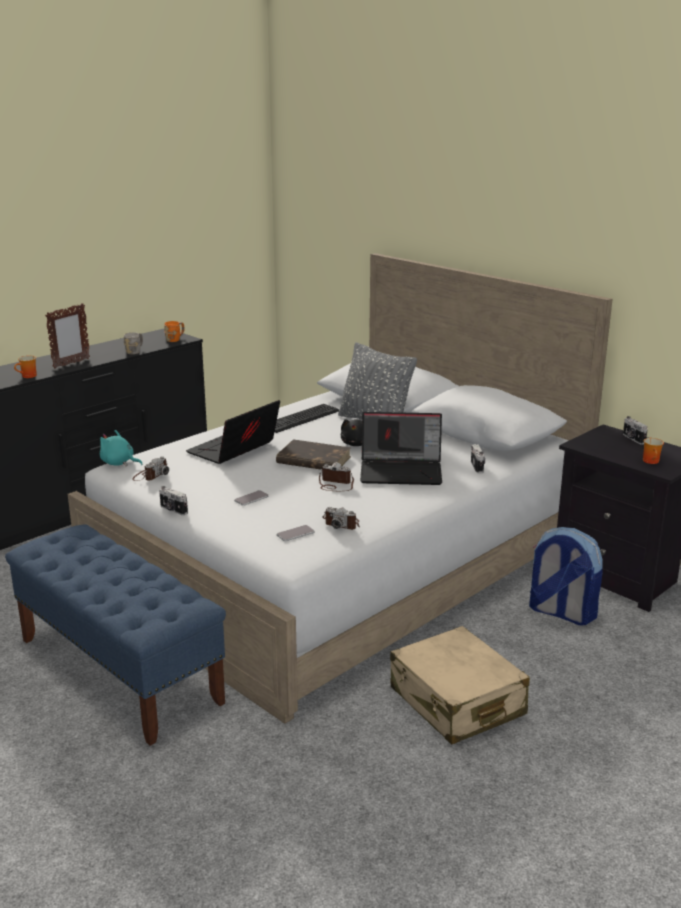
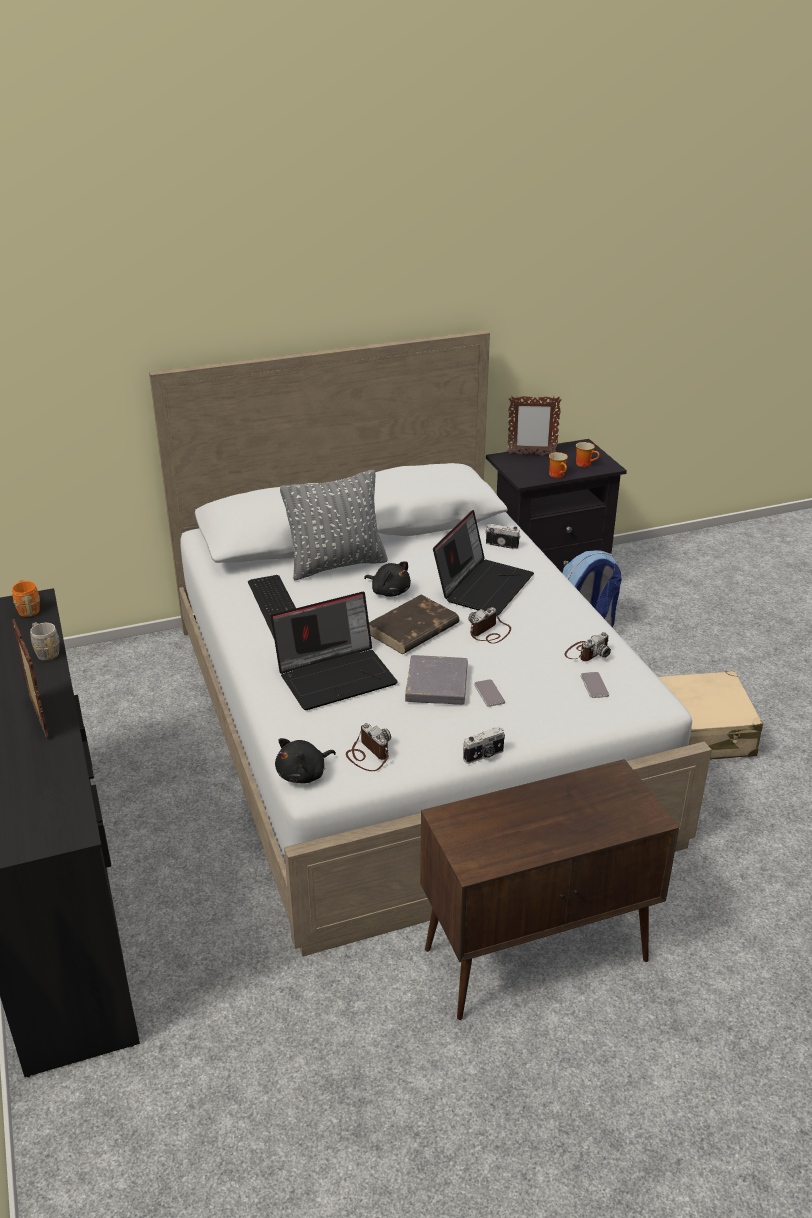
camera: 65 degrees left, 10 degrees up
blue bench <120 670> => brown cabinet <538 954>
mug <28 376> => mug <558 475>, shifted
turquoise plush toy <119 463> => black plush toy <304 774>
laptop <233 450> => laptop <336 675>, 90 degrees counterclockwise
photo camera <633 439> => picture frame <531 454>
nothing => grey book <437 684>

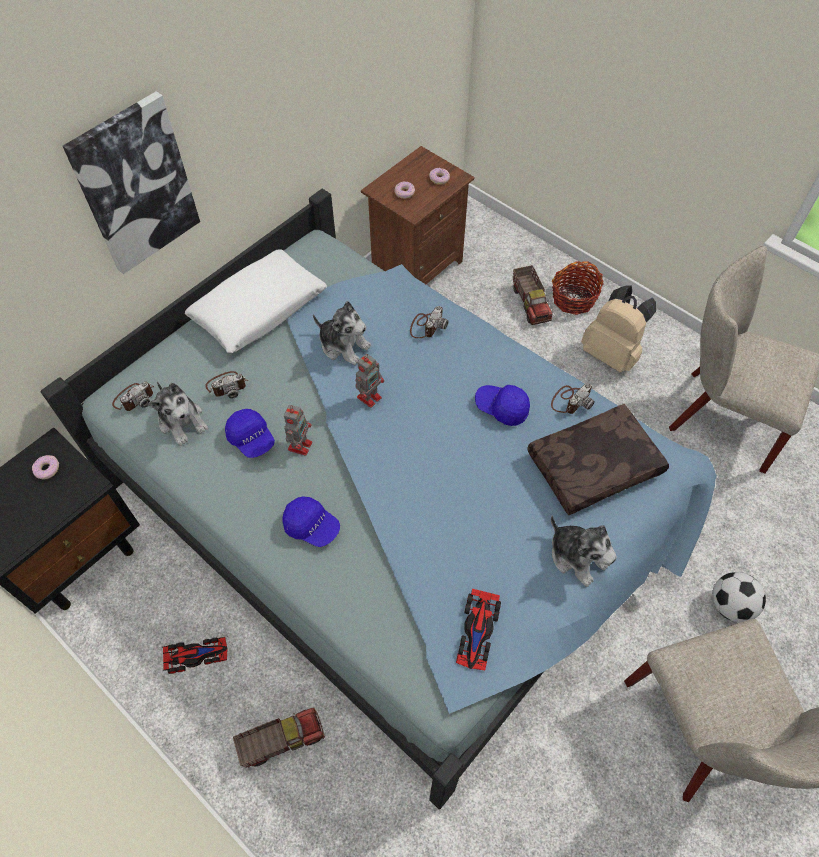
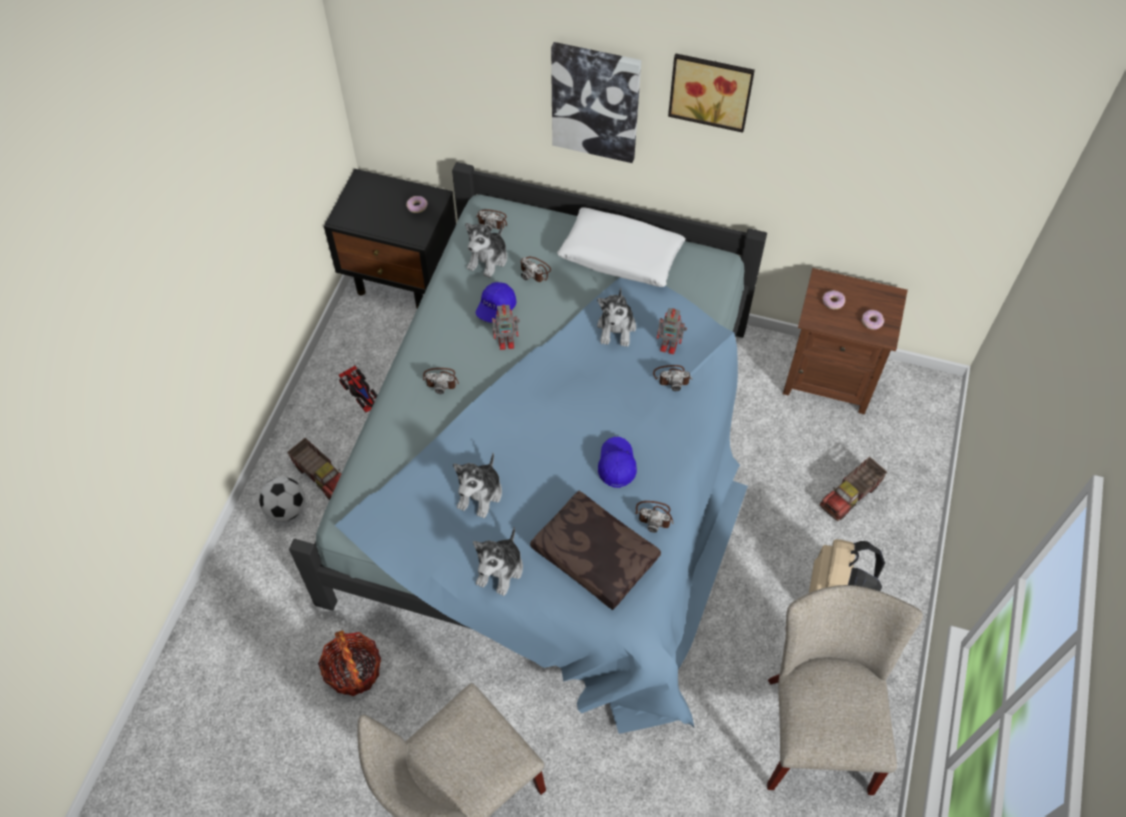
camera: 65 degrees right, 0 degrees up
blue cap <312 526> => photo camera <441 380>
toy robot <370 396> => toy robot <670 346>, shifted
toy car <477 631> => nothing
basket <573 299> => basket <353 670>, shifted
football <730 605> => football <286 509>, shifted
nothing => plush toy <480 494>
nothing => picture <711 89>

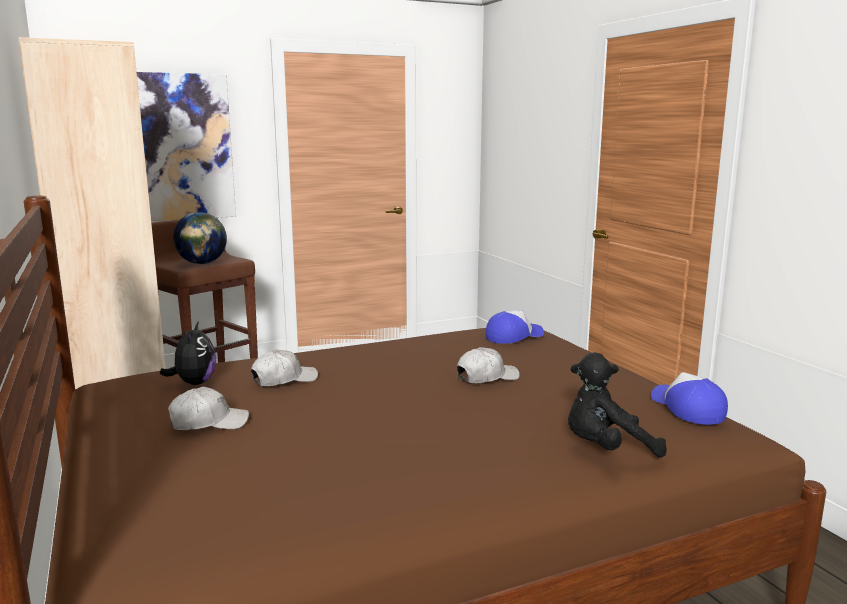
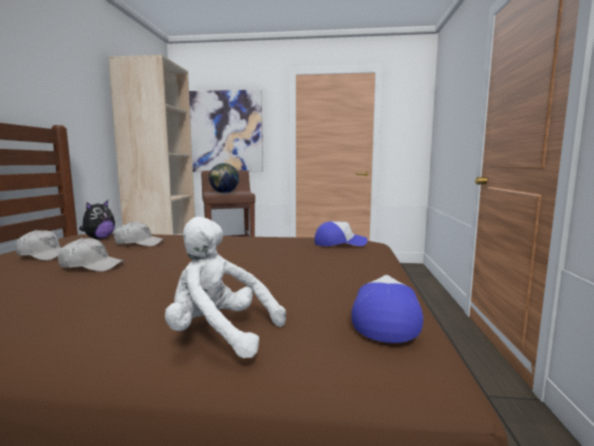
camera: 30 degrees right, 5 degrees down
white cap <486 377> => white cap <91 266>, shifted
black plush toy <606 449> => white plush toy <220 334>

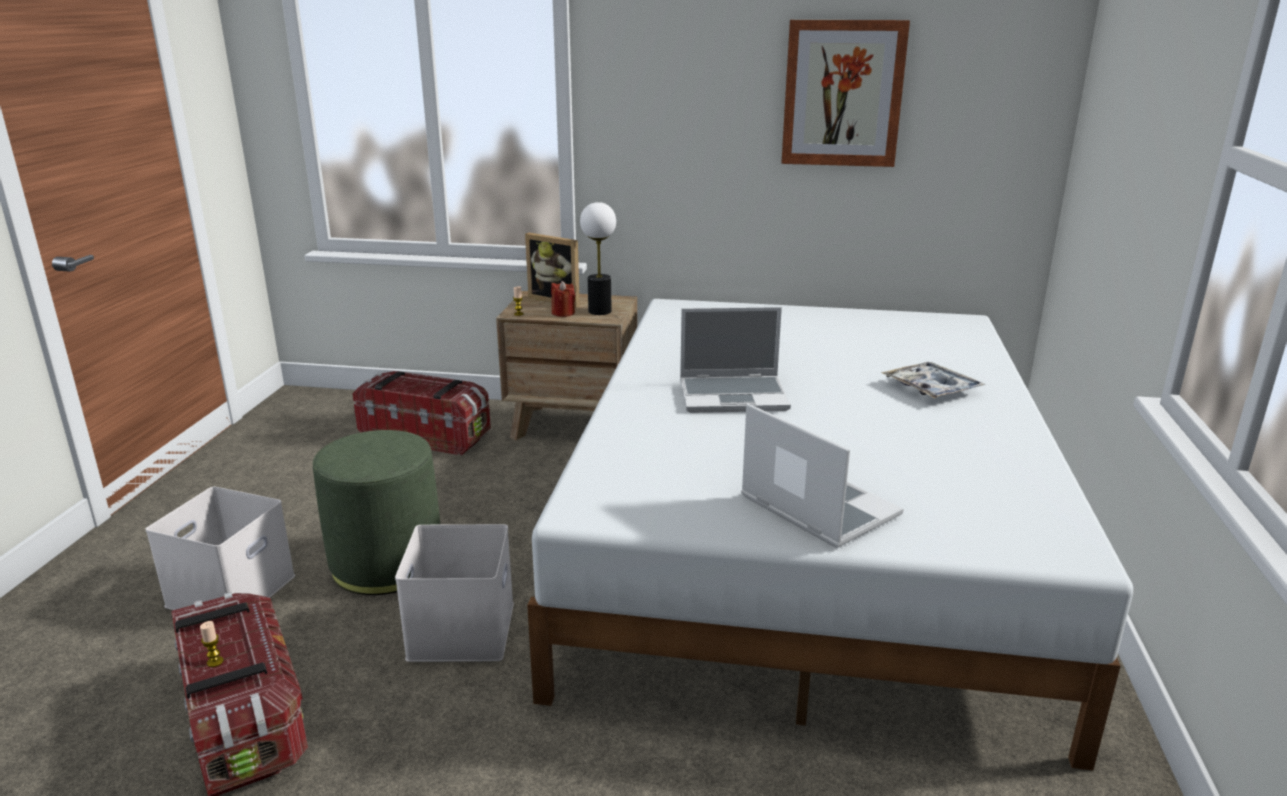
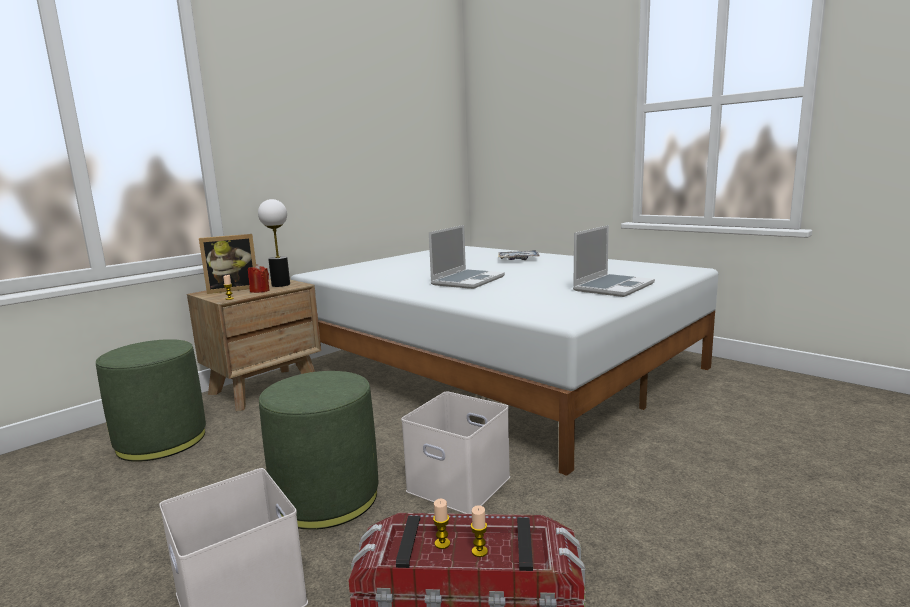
camera: 55 degrees left, 10 degrees down
storage box <426 436> => green ottoman <161 441>
laptop <816 507> => laptop <613 287>, 135 degrees clockwise
picture <842 94> => nothing
nothing => candle <442 543>

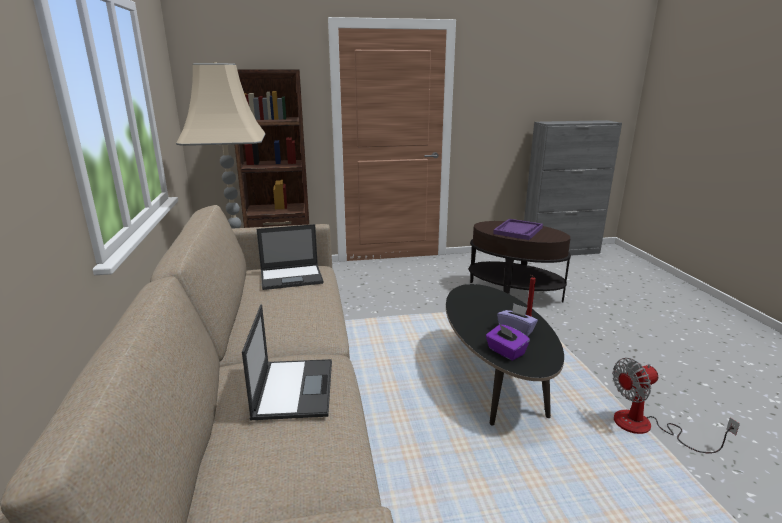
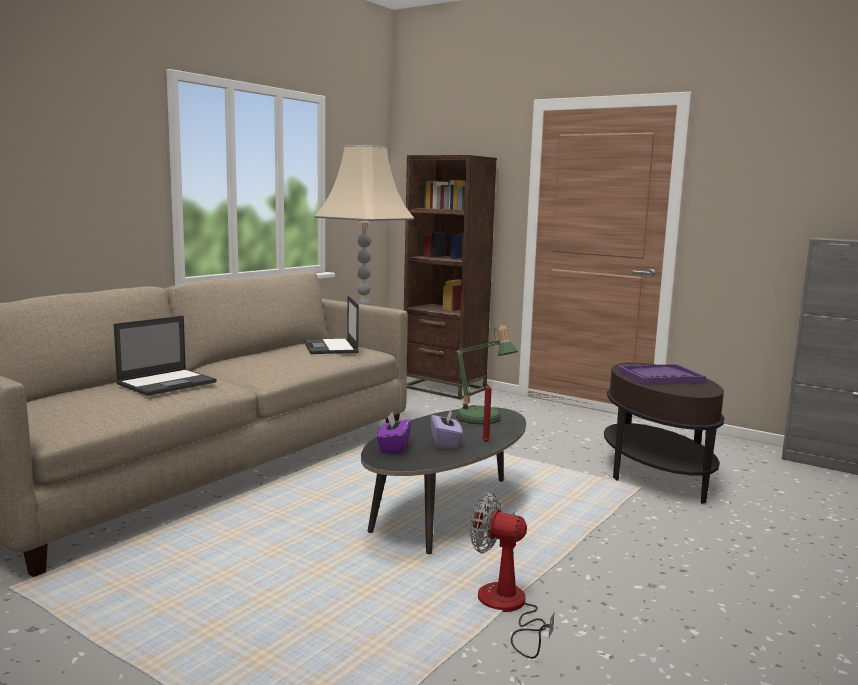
camera: 45 degrees right, 10 degrees down
laptop <292 277> => laptop <331 347>, 45 degrees clockwise
nothing => table lamp <482 420>

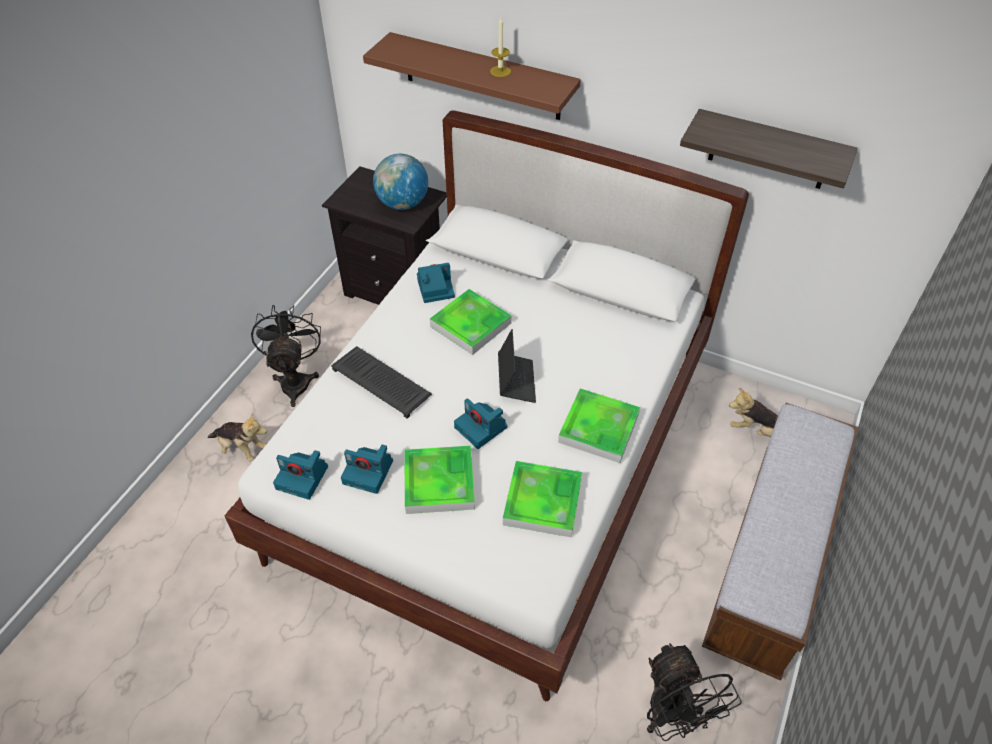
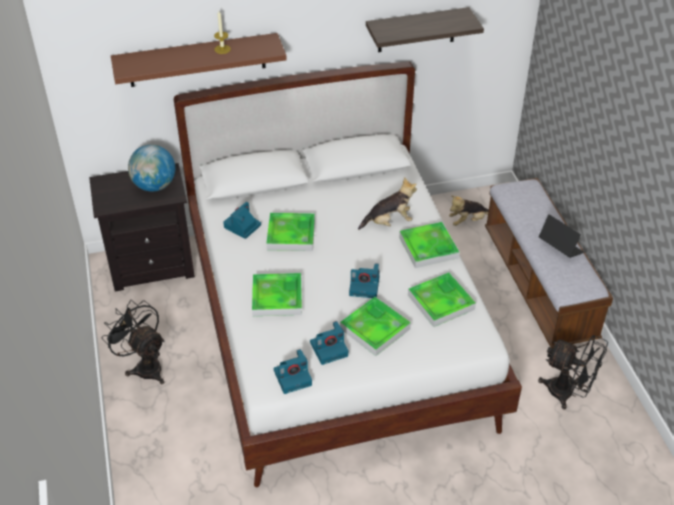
camera: 40 degrees left, 5 degrees down
plush toy <241 448> => plush toy <389 222>, shifted
keyboard <382 382> => tray <277 297>
laptop <516 381> => laptop <560 248>, shifted

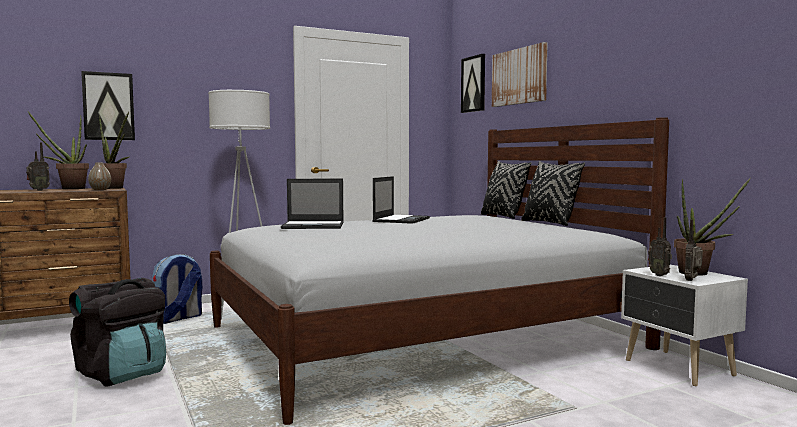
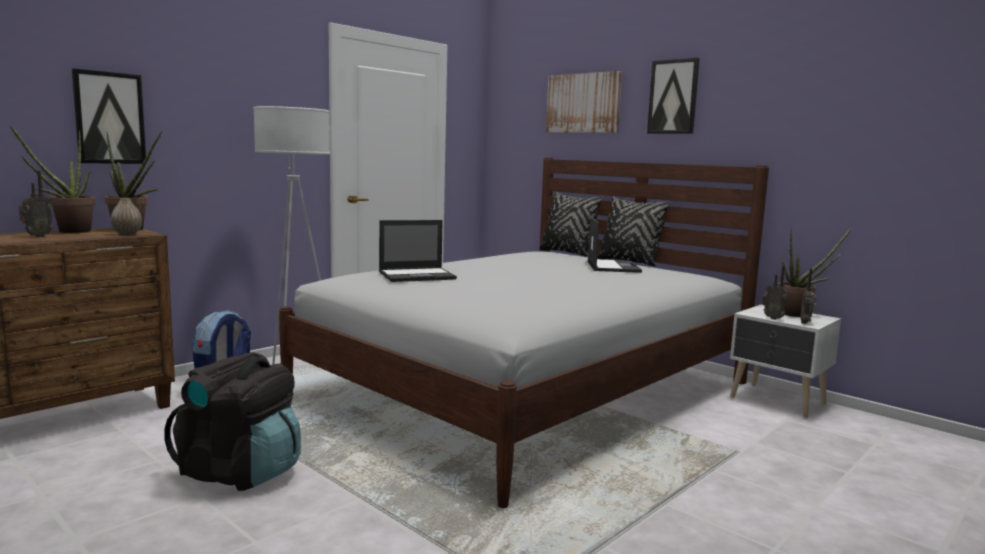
camera: 20 degrees left, 5 degrees up
laptop <401 220> => laptop <612 266>, shifted
picture <474 84> => picture <673 97>, shifted

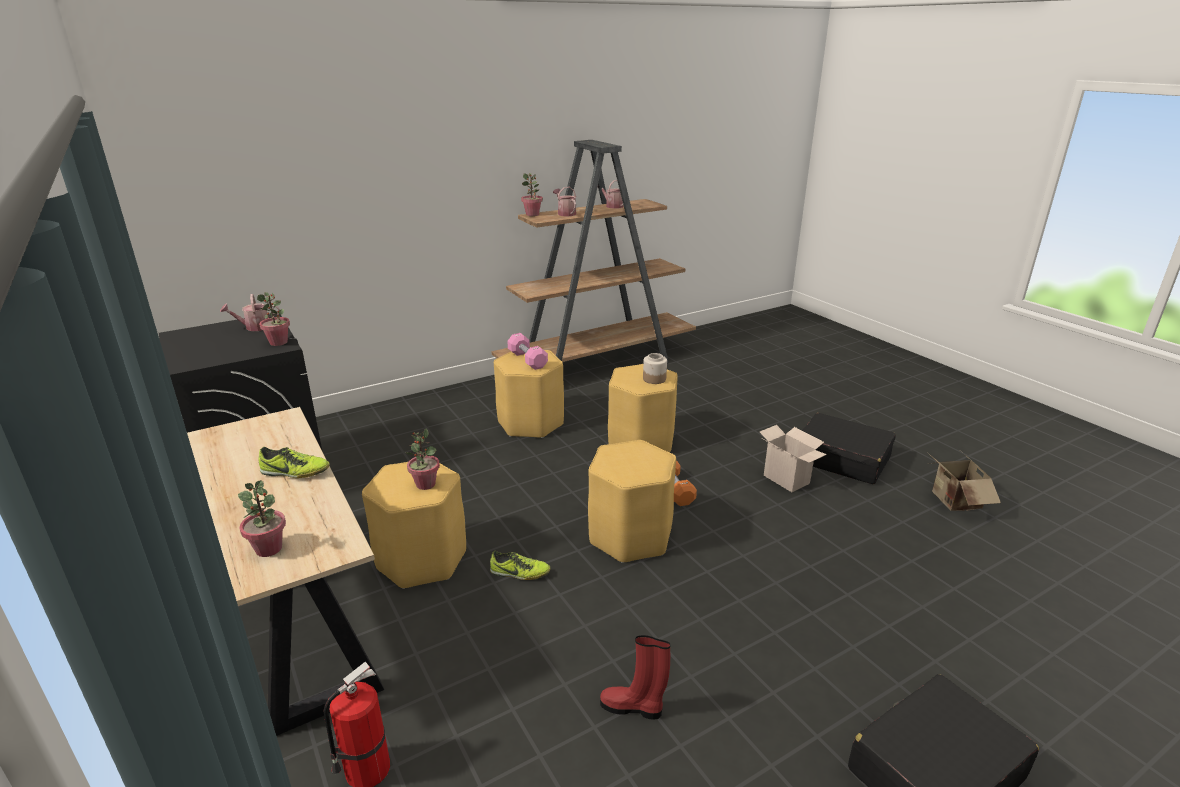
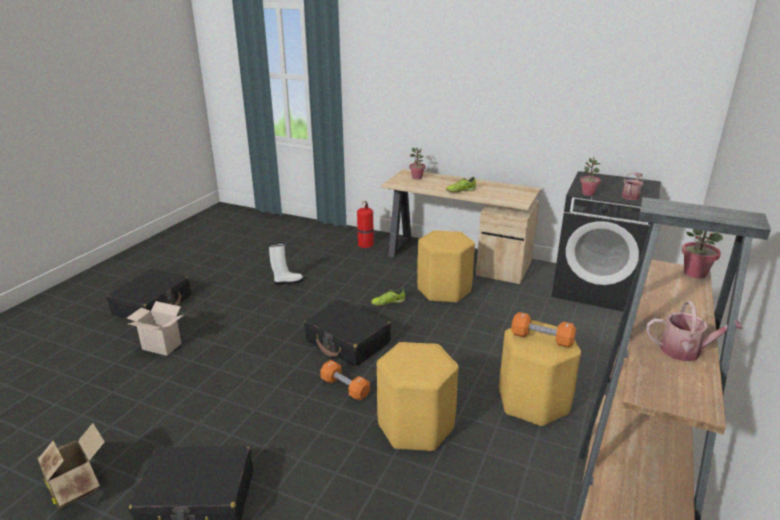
camera: 145 degrees right, 0 degrees up
potted plant <425 484> => nothing
pink dumbbell <527 360> => orange dumbbell <541 339>
watering can <565 213> => nothing
yellow stool <630 536> => black suitcase <348 342>
red boot <633 707> => white boot <288 282>
jar <654 379> => nothing
cardboard box <788 479> => cardboard box <160 347>, shifted

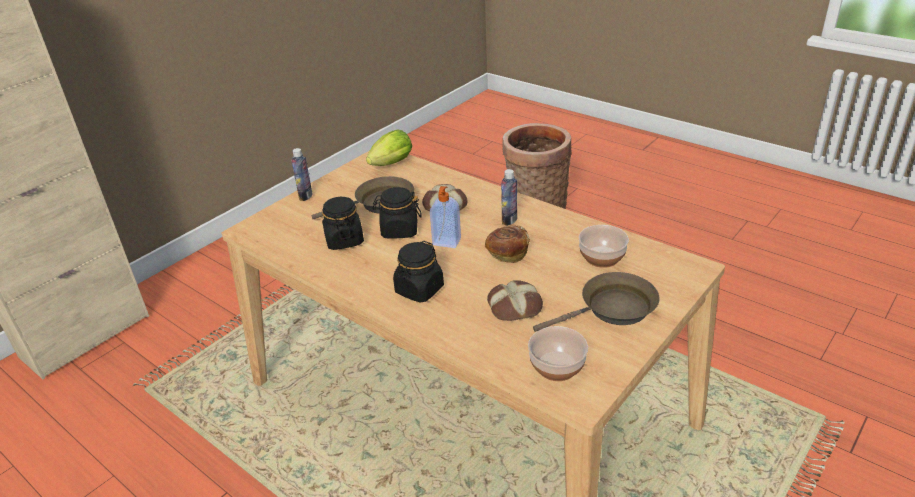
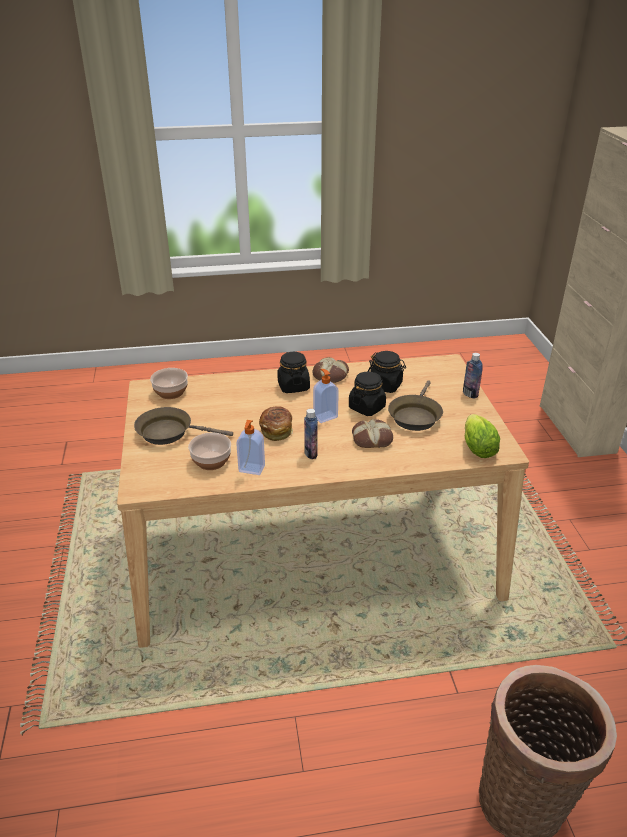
camera: 130 degrees right, 0 degrees up
bread <514 306> => bread <331 375>, shifted
brown frying pan <612 309> => brown frying pan <169 432>, 75 degrees clockwise
nothing => soap dispenser <251 469>

